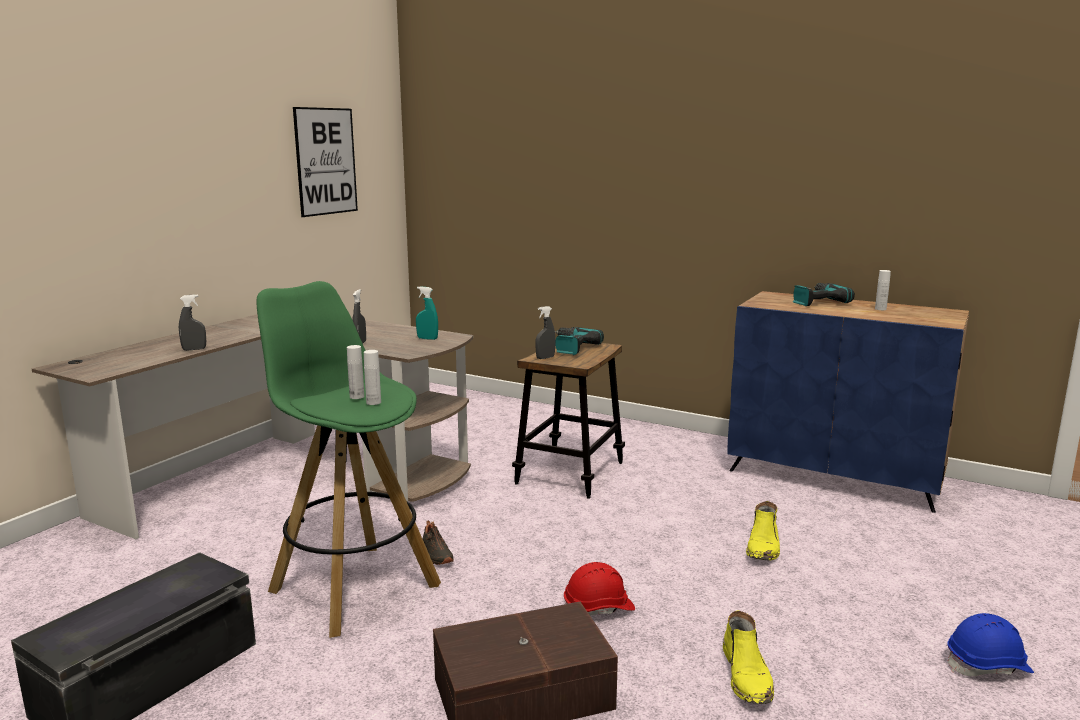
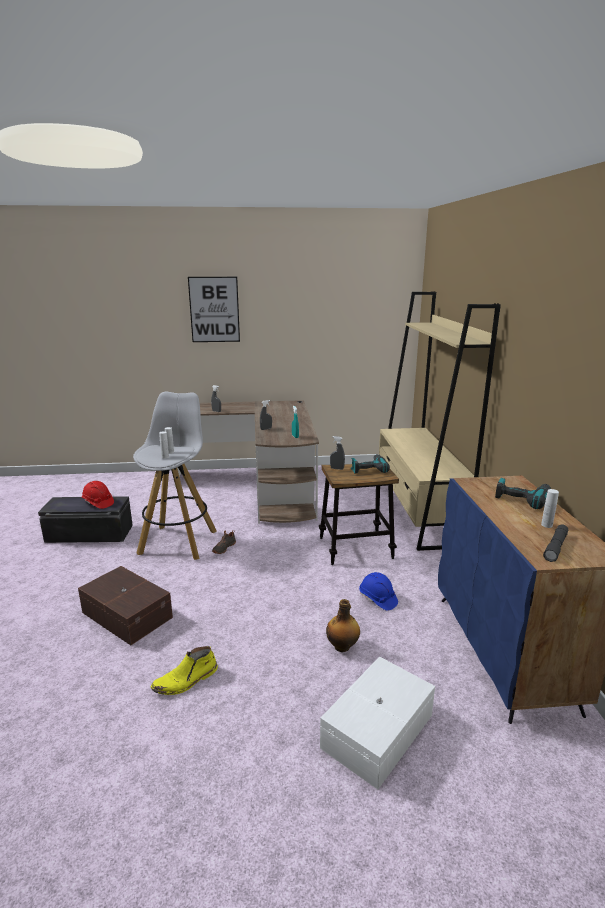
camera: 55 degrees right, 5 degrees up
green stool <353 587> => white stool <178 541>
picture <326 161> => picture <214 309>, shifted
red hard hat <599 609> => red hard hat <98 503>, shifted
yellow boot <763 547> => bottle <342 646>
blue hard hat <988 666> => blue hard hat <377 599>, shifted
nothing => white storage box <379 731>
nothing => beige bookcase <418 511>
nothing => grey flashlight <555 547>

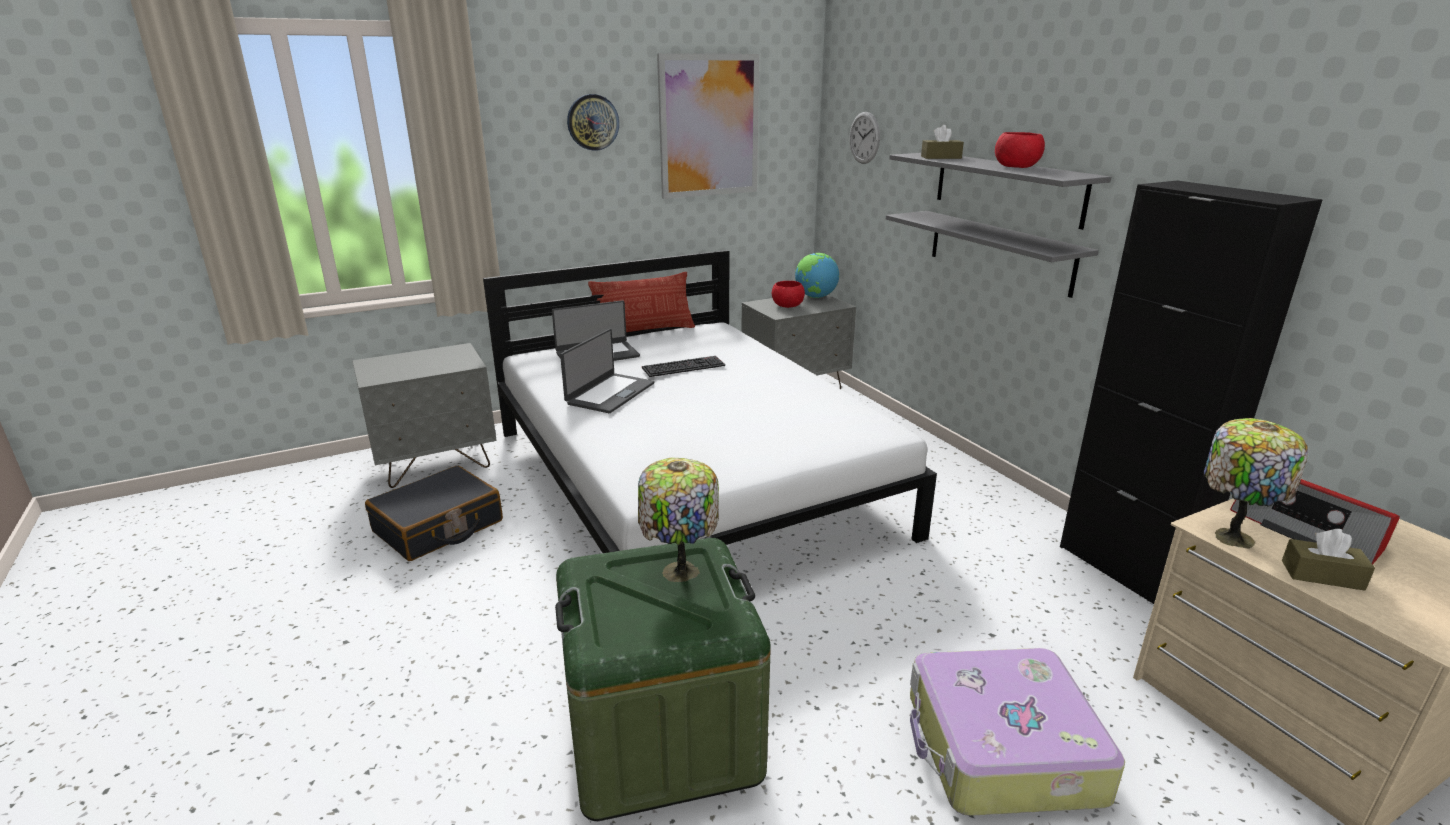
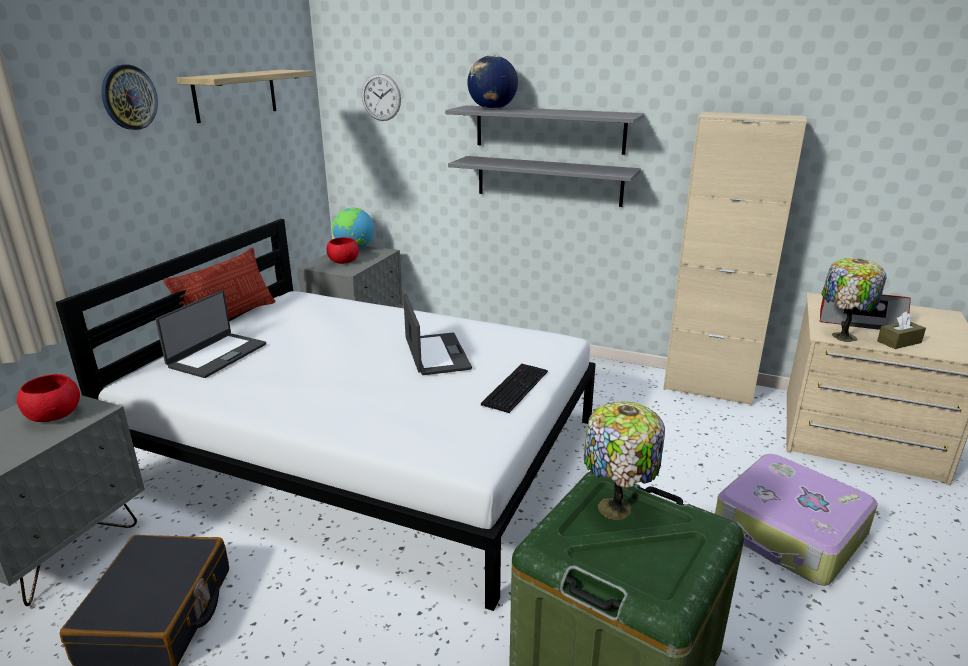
camera: 40 degrees left, 0 degrees up
laptop <609 393> => laptop <436 354>, shifted
keyboard <684 366> => keyboard <514 387>, shifted
picture <709 126> => shelf <235 95>
brown tissue box <941 157> => globe <492 109>
red bowl <1016 167> => red bowl <54 416>, shifted
black cabinet <1125 569> => beige cabinet <708 389>

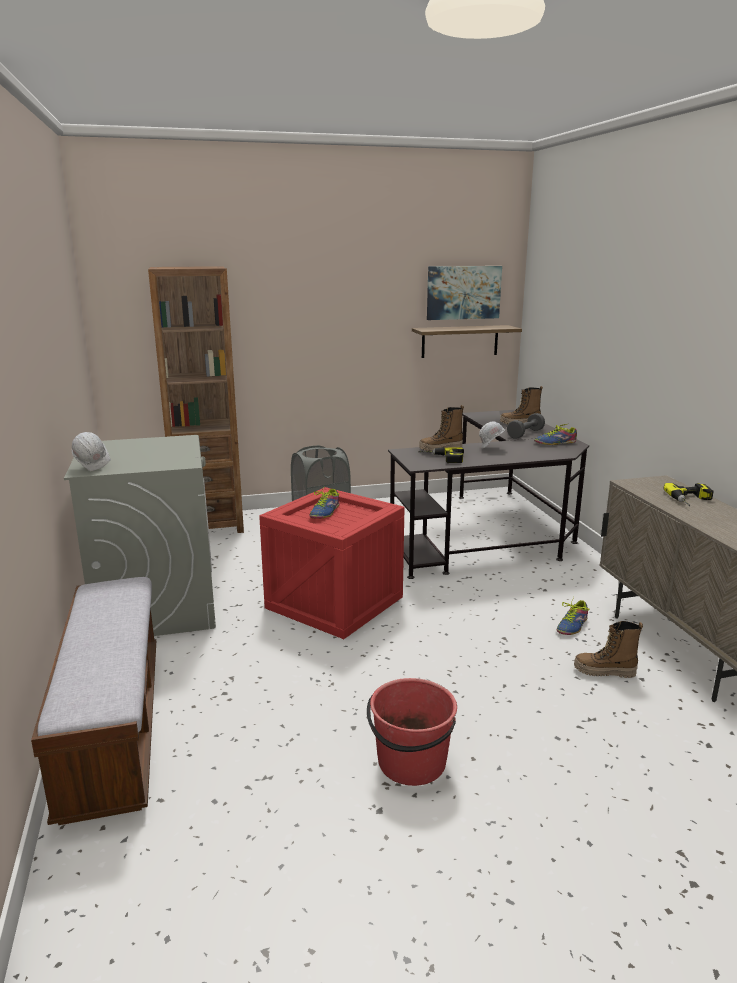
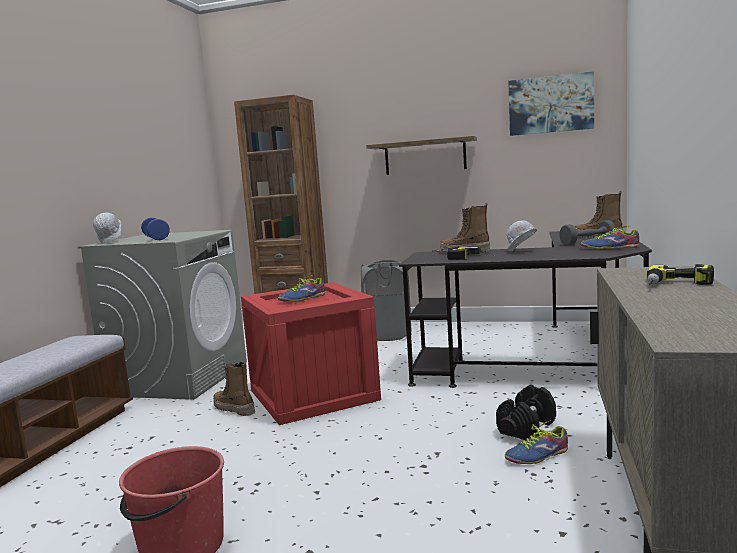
camera: 30 degrees right, 10 degrees down
shelf <460 341> => shelf <425 156>, shifted
boot <604 672> => boot <234 409>, shifted
nothing => blue dumbbell <156 238>
nothing => black dumbbell <527 427>

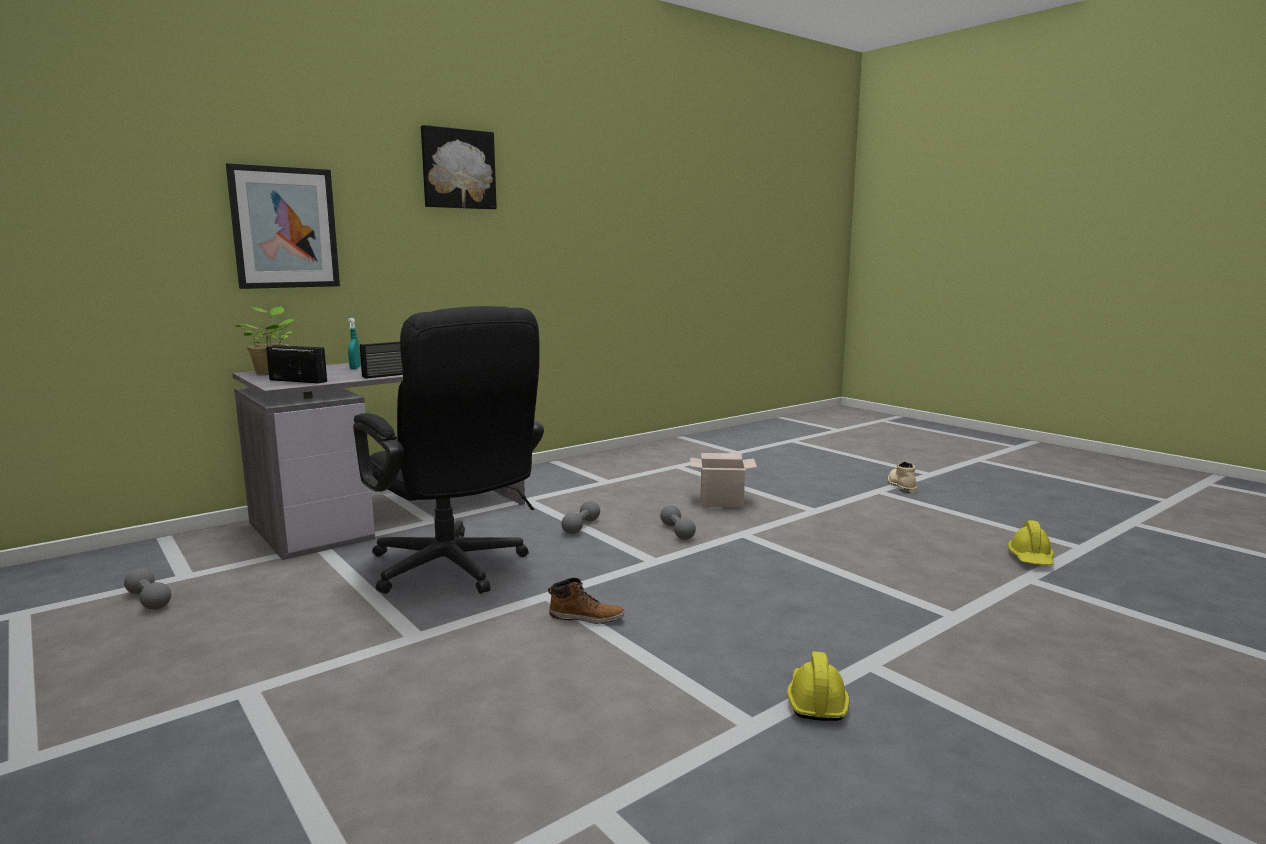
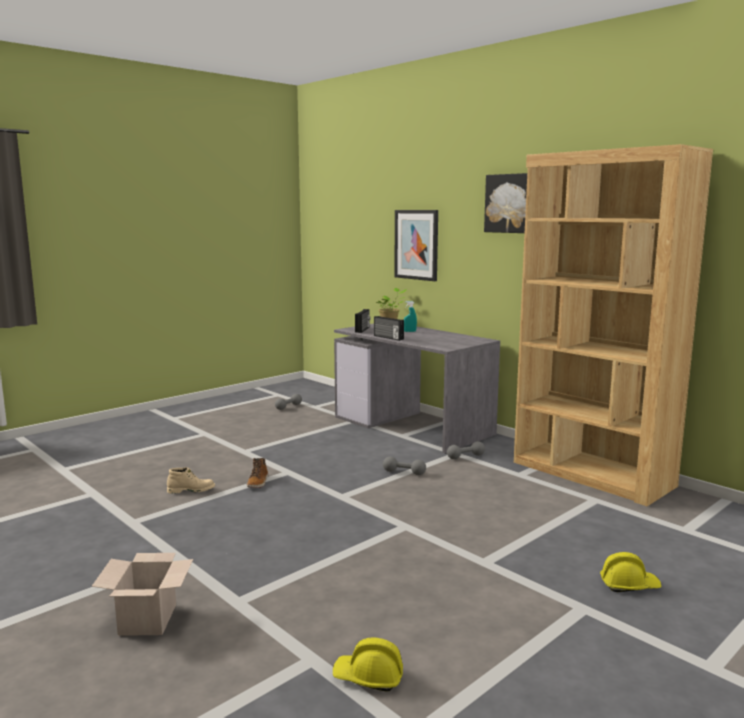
camera: 85 degrees right, 0 degrees up
black office chair <453 571> => nothing
grey dumbbell <677 532> => grey dumbbell <465 457>, shifted
cardboard box <722 501> => cardboard box <148 620>, shifted
yellow hard hat <816 701> => yellow hard hat <629 585>, shifted
beige boot <900 486> => beige boot <191 490>, shifted
nothing => brown bookcase <591 474>

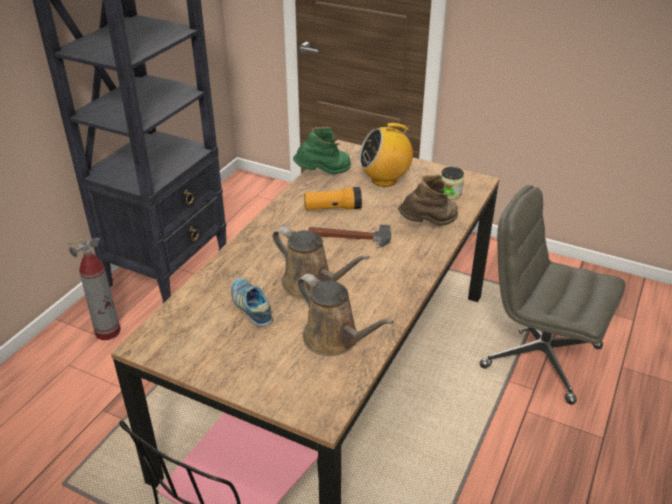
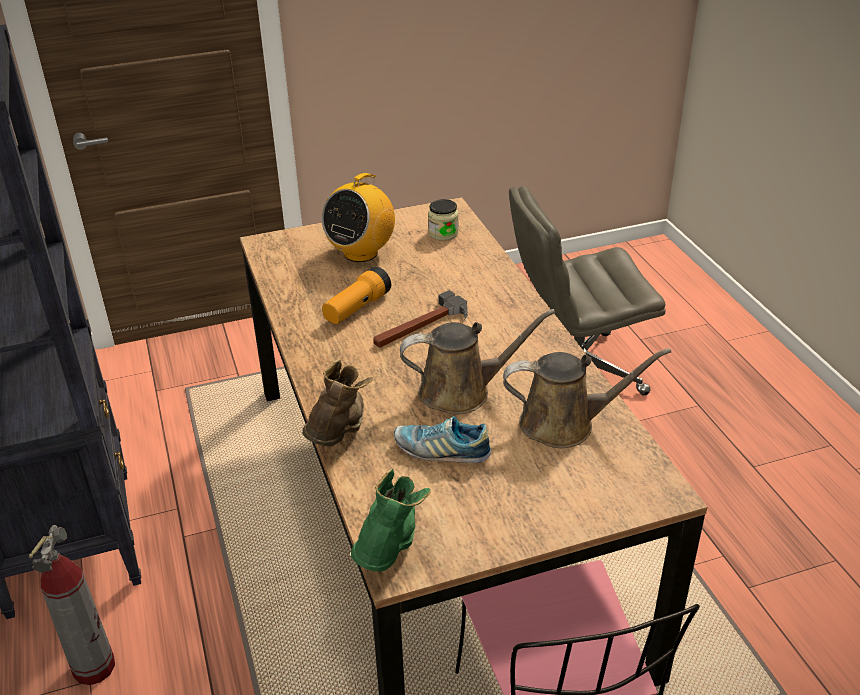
camera: 45 degrees left, 0 degrees up
green boot <324 174> => green boot <390 551>, shifted
brown boot <429 224> => brown boot <340 436>, shifted

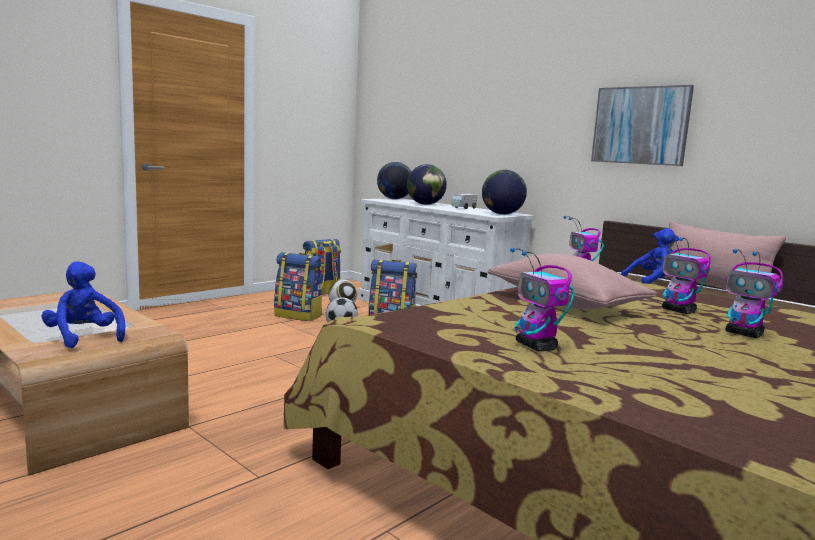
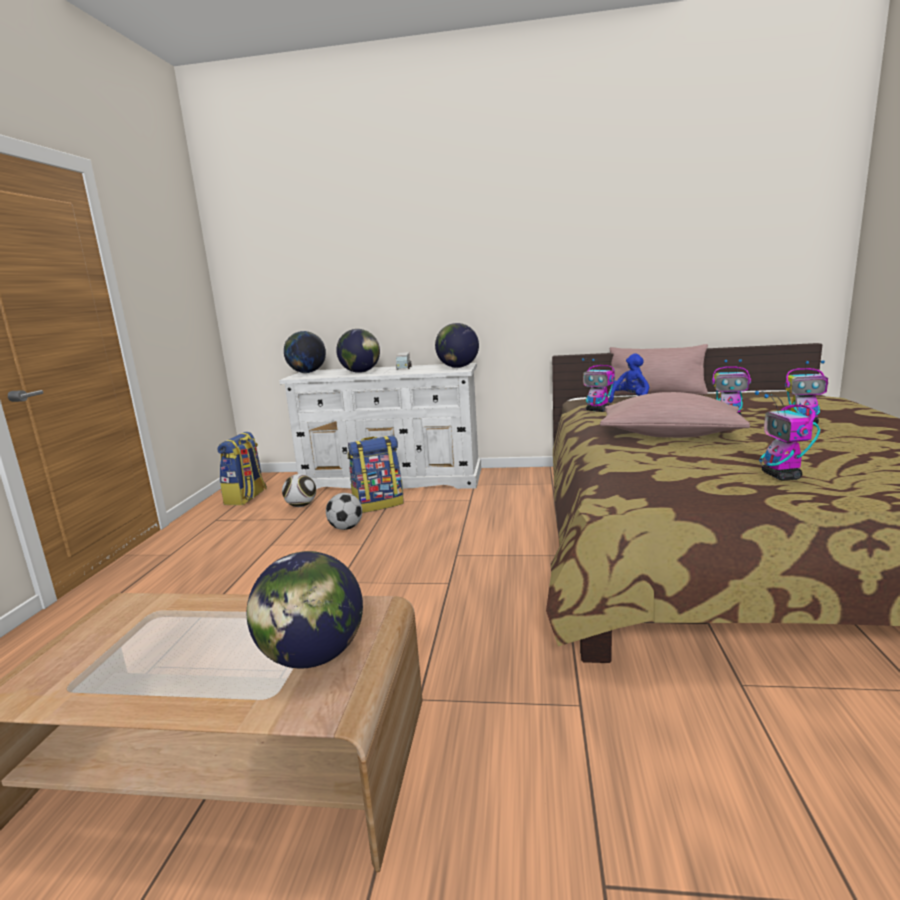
camera: 35 degrees left, 5 degrees up
blue plush toy <84 337> => globe <313 656>
backpack <299 316> => nothing
toy robot <536 347> => toy robot <781 476>, 60 degrees clockwise
picture <640 125> => nothing

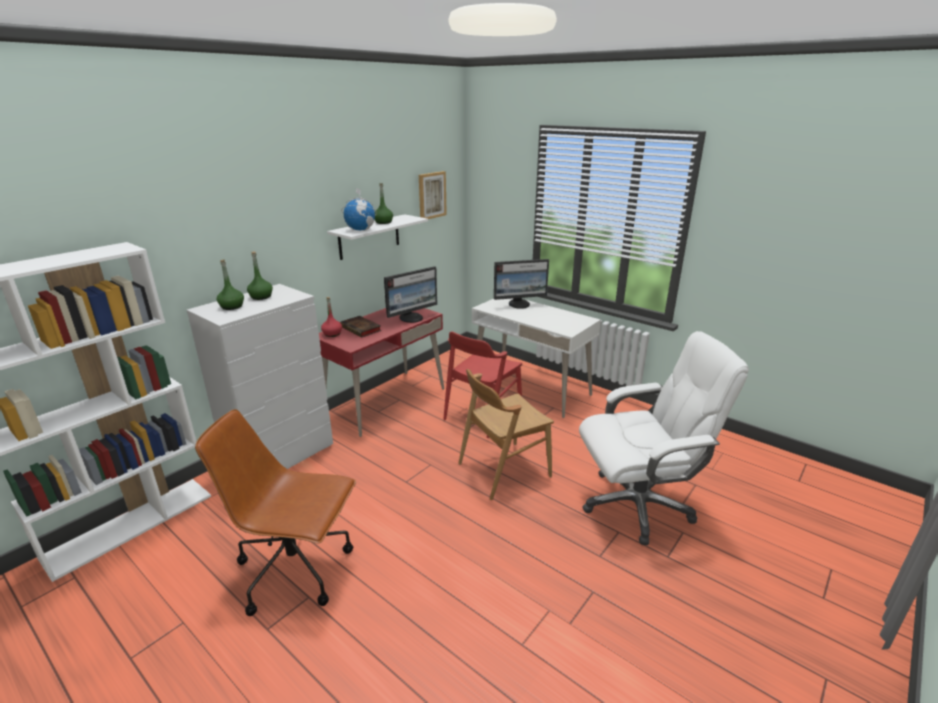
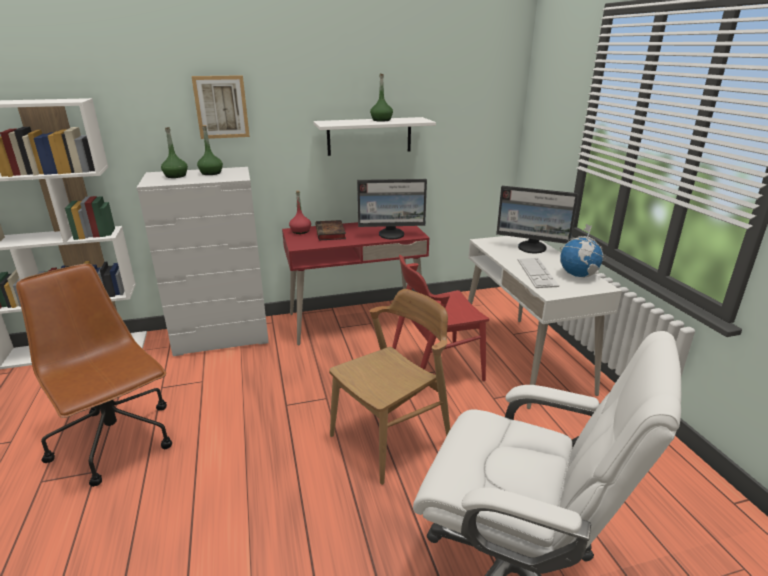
camera: 35 degrees right, 0 degrees up
globe <361 230> => globe <578 275>, shifted
picture <431 195> => picture <221 107>, shifted
brown chair <503 470> => brown chair <391 438>, 135 degrees clockwise
nothing => keyboard <536 273>

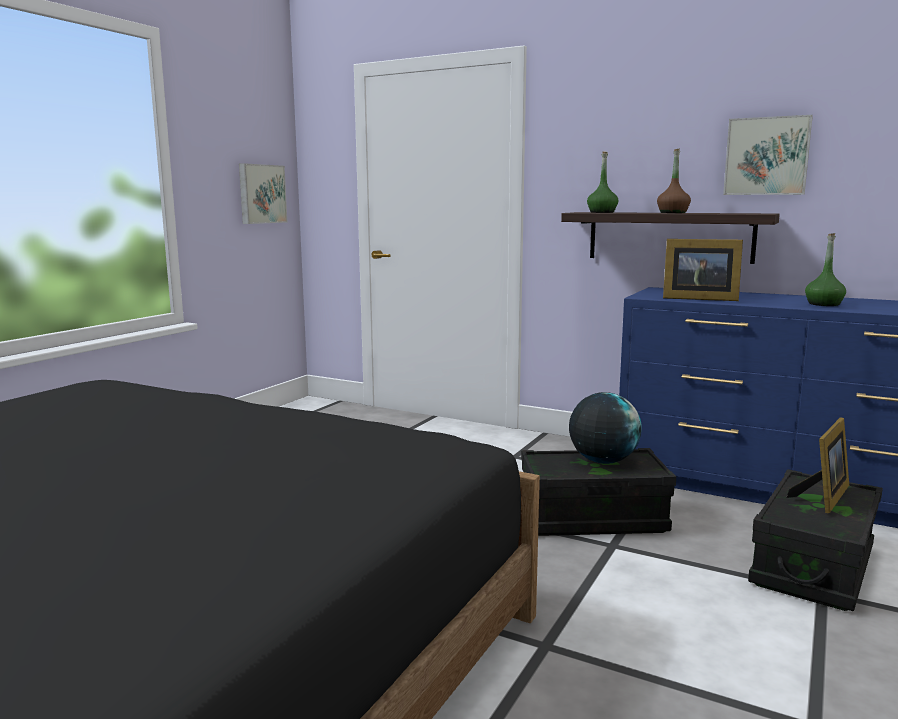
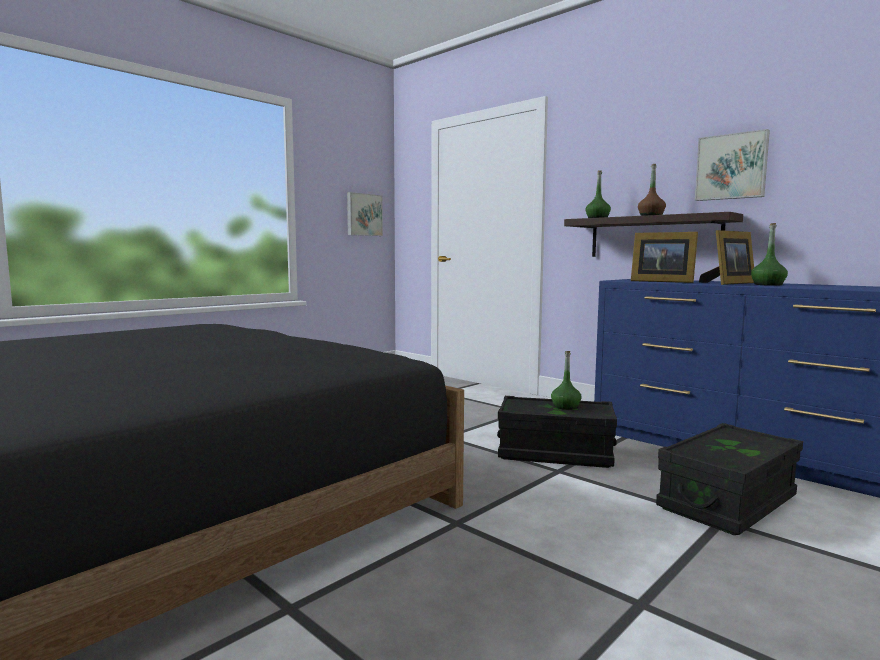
camera: 15 degrees right, 5 degrees down
globe <603 461> => green bottle <565 406>
picture frame <824 497> => picture frame <729 283>, shifted

